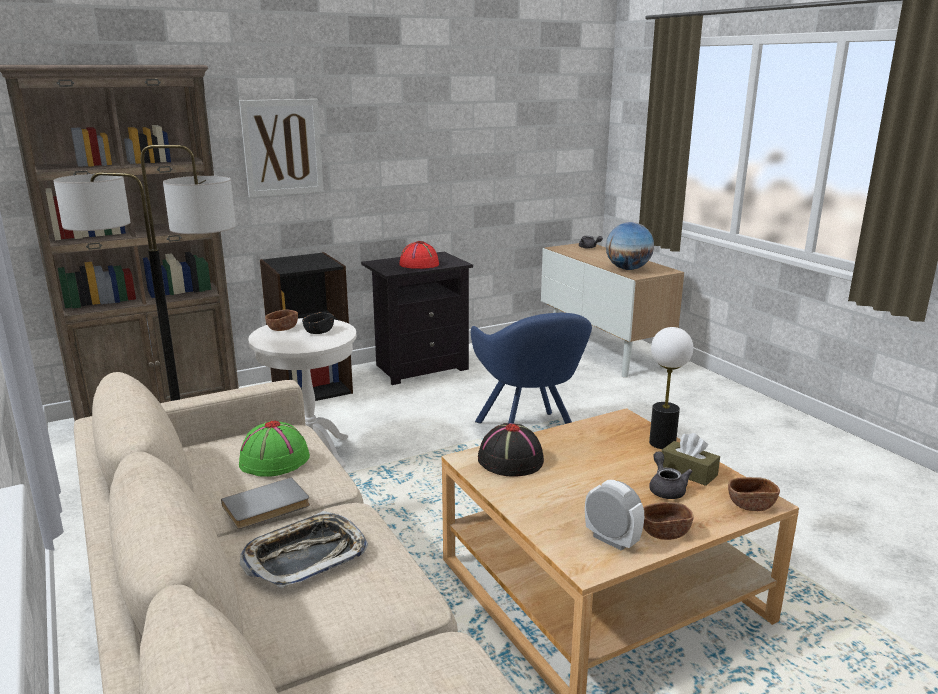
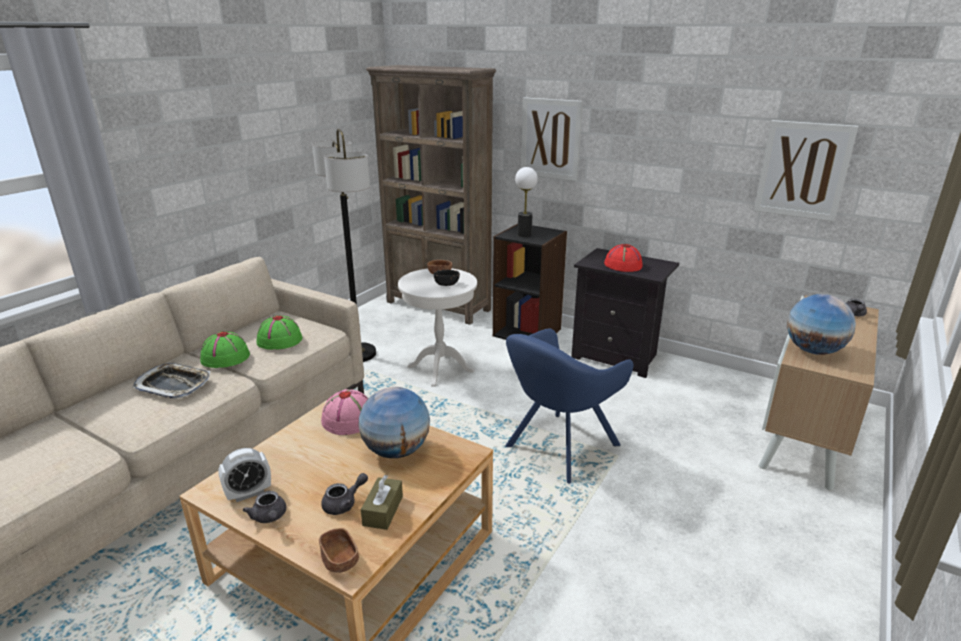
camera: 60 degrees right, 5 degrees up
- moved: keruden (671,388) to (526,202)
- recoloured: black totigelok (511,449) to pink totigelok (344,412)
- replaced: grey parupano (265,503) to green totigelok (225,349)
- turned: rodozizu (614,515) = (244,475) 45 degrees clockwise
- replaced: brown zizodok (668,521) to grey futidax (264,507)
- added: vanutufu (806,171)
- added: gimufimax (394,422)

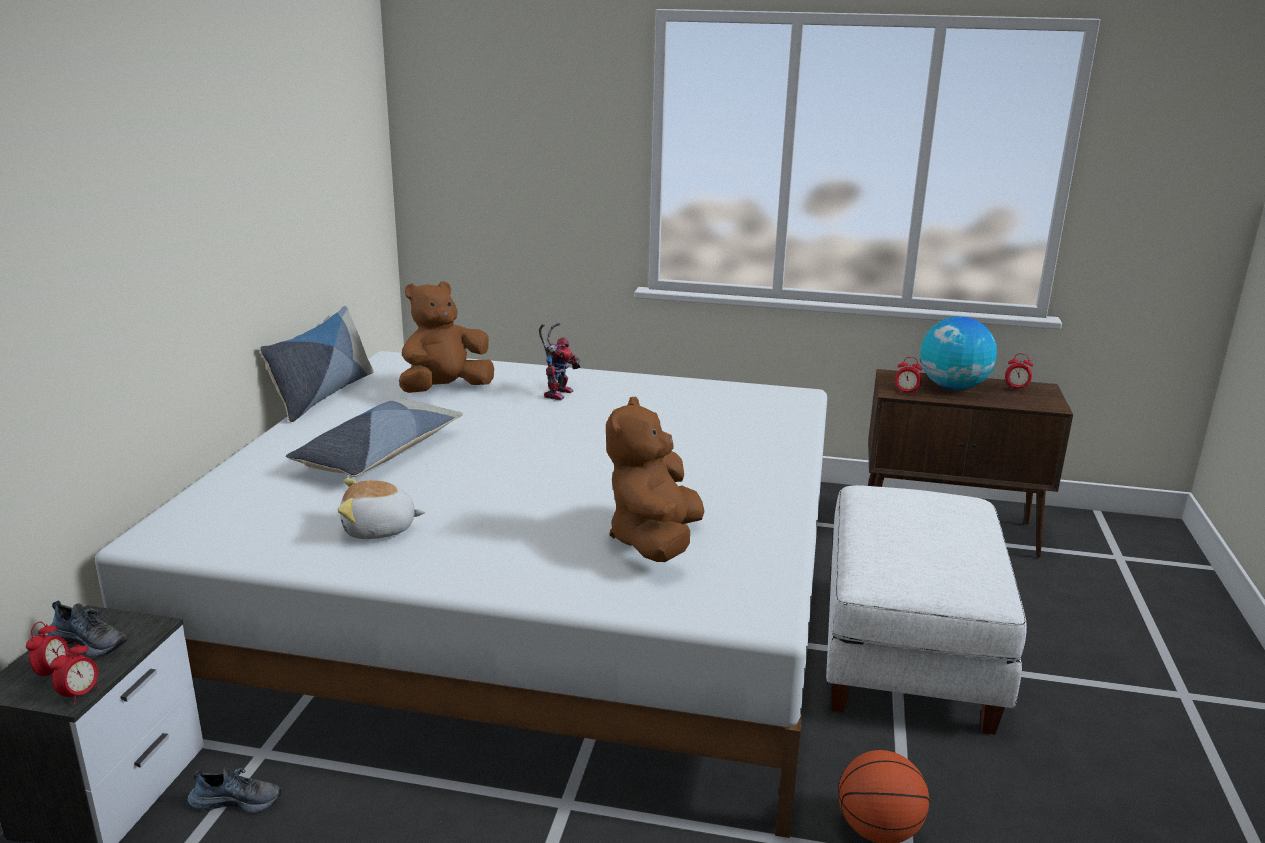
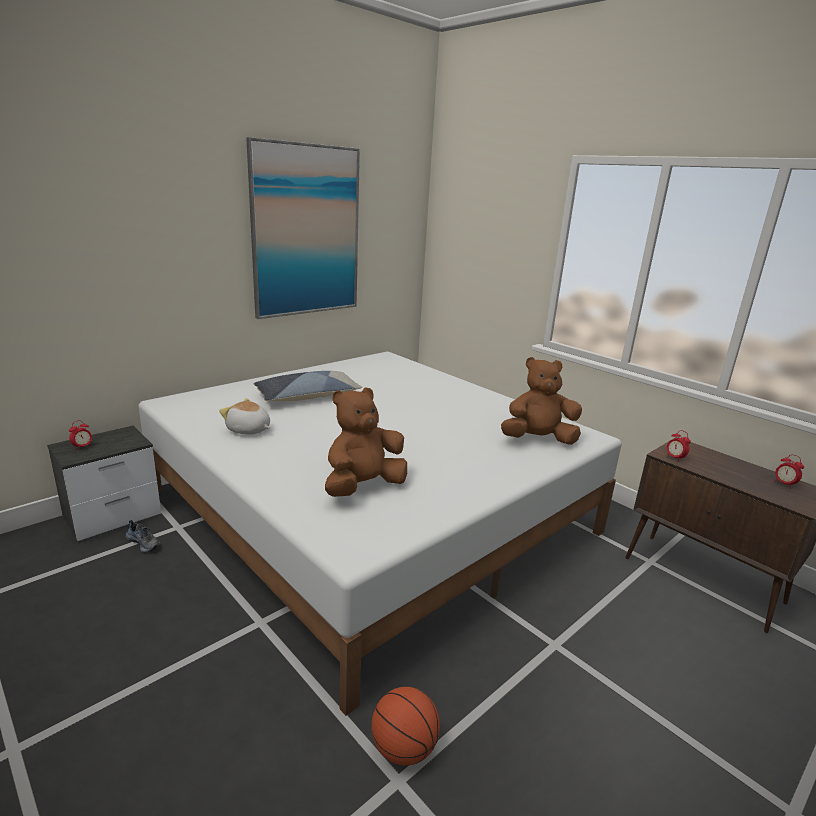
camera: 35 degrees right, 0 degrees up
- moved: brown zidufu (446,337) to (541,401)
- removed: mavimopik (317,364)
- removed: gimufimax (958,353)
- removed: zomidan (560,362)
- removed: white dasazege (926,610)
- removed: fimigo (87,629)
- removed: rodozizu (74,672)
- added: vanutufu (303,228)

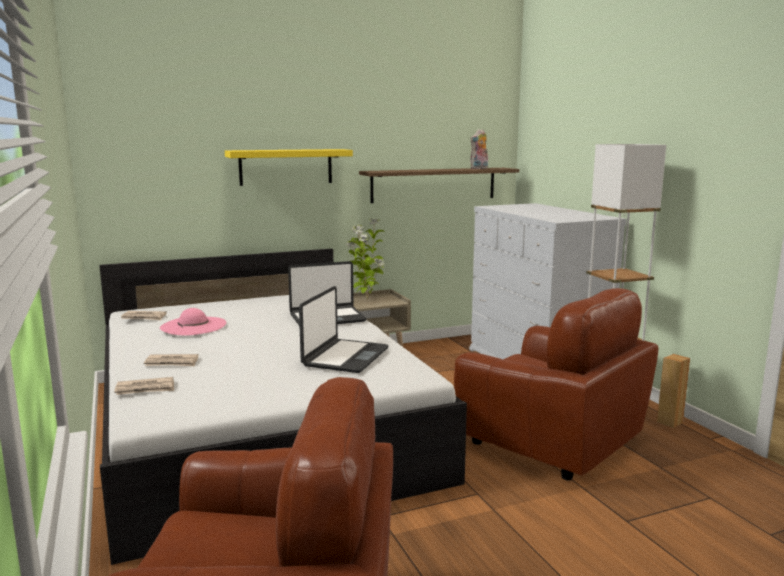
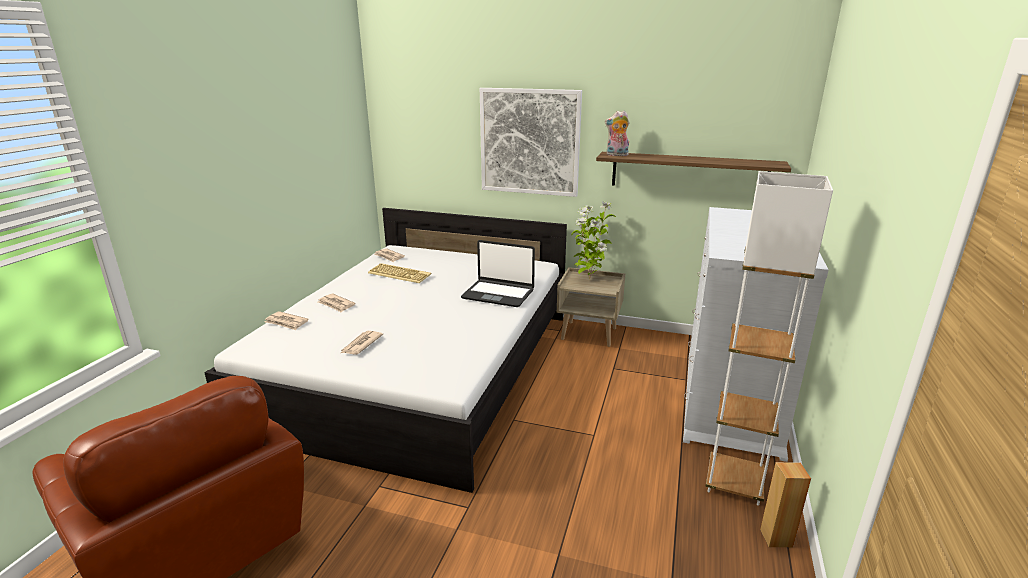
camera: 40 degrees right, 10 degrees up
- moved: zidufu (479,149) to (617,133)
- replaced: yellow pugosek (289,167) to vanutufu (531,142)
- removed: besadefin (343,329)
- removed: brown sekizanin (556,384)
- replaced: pink totigelok (193,322) to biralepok (399,273)
- added: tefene (362,343)

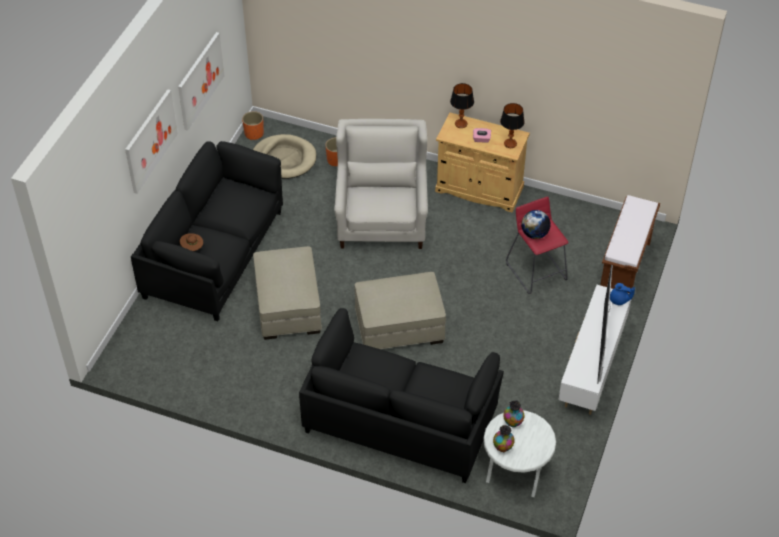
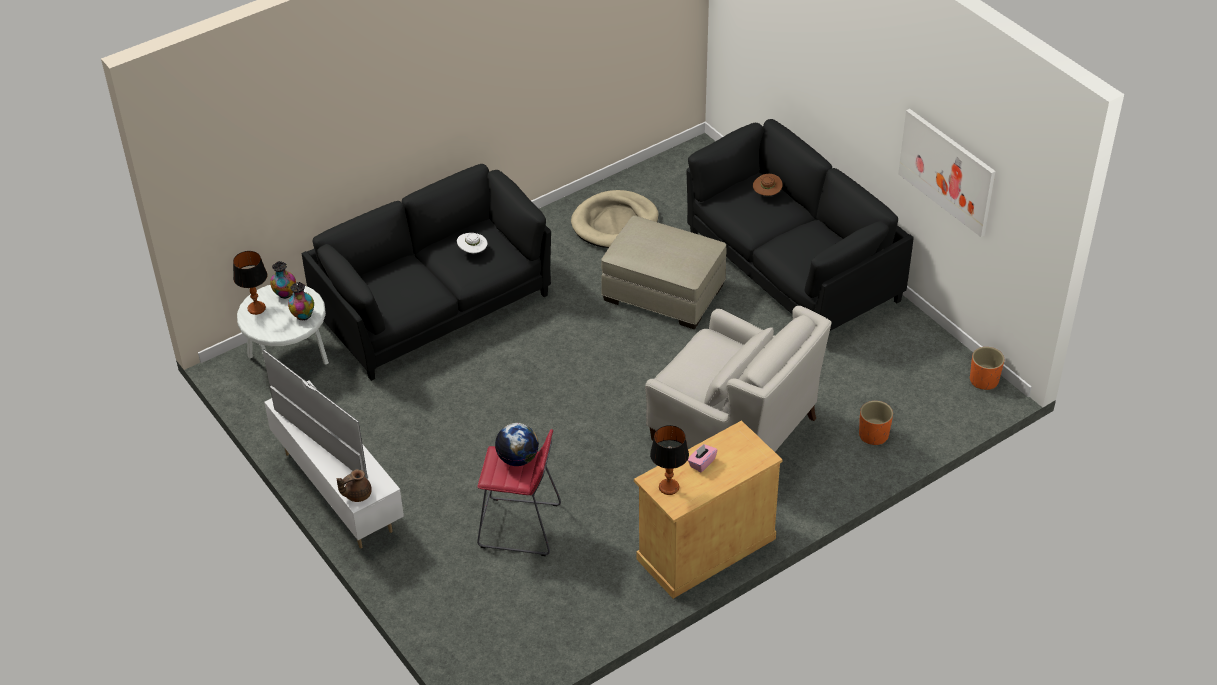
camera: 125 degrees right, 5 degrees down
- moved: keruden (462,105) to (250,283)
- removed: vanutufu (151,141)
- moved: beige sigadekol (284,156) to (615,219)
- removed: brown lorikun (630,244)
- removed: beige dasazege (400,310)
- recoloured: blue futidax (622,294) to brown futidax (354,485)
- added: white totigelok (472,243)

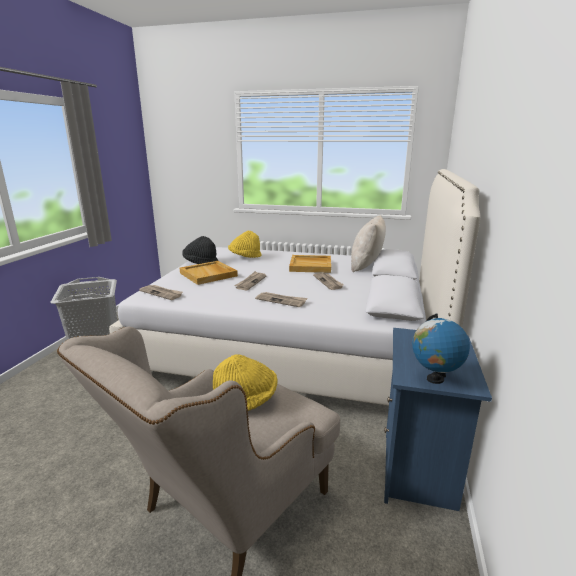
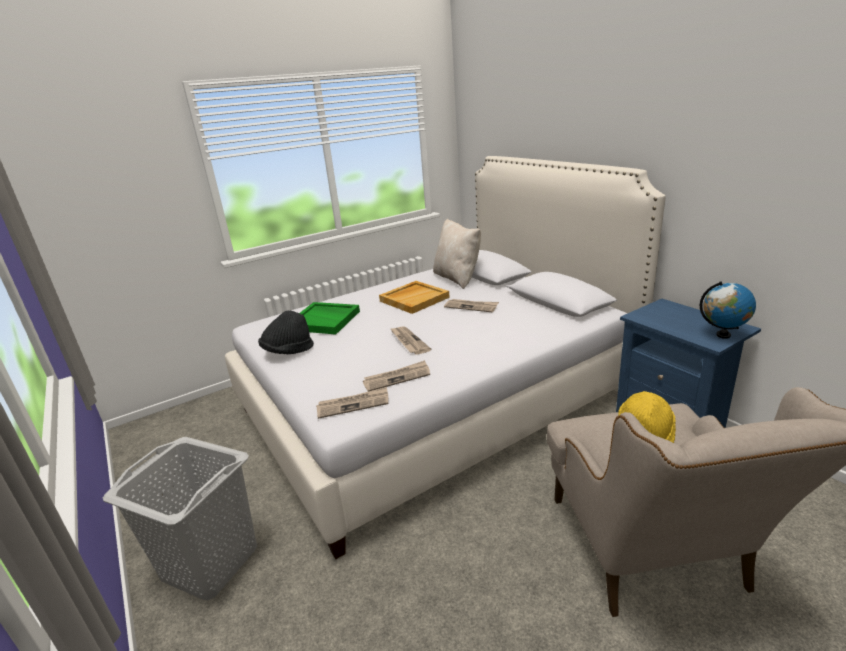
camera: 45 degrees left, 5 degrees up
- replaced: yellow totigelok (245,244) to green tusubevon (330,318)
- removed: beige tusubevon (209,273)
- moved: tefene (281,299) to (396,376)

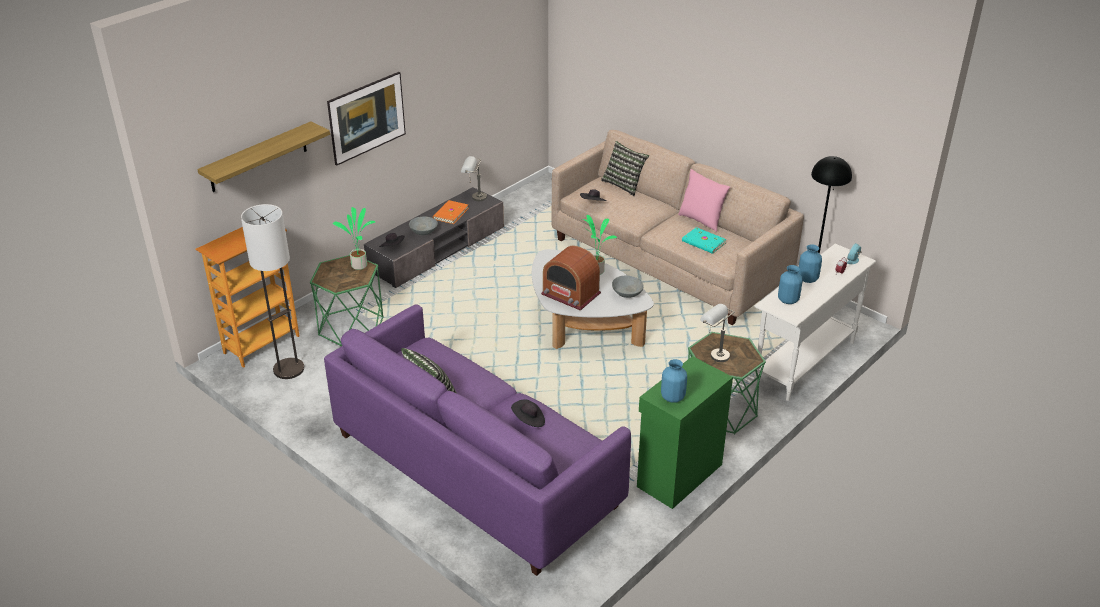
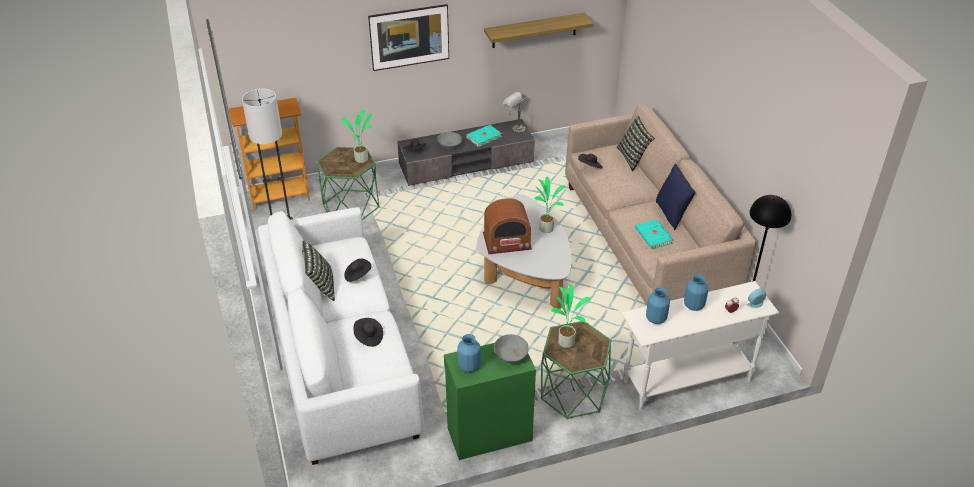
camera: 30 degrees right, 5 degrees up
- moved: pugosek (263,156) to (538,30)
- recoloured: pink mavimopik (704,200) to blue mavimopik (676,197)
- recoloured: orange parupano (451,212) to turquoise parupano (484,136)
- turned: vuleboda (571,278) = (507,226) 75 degrees counterclockwise
- moved: grey zizodok (628,286) to (511,348)
- recoloured: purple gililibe (477,440) to white gililibe (341,336)
- replaced: grey keruden (717,333) to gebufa (571,316)
- added: black totigelok (357,270)

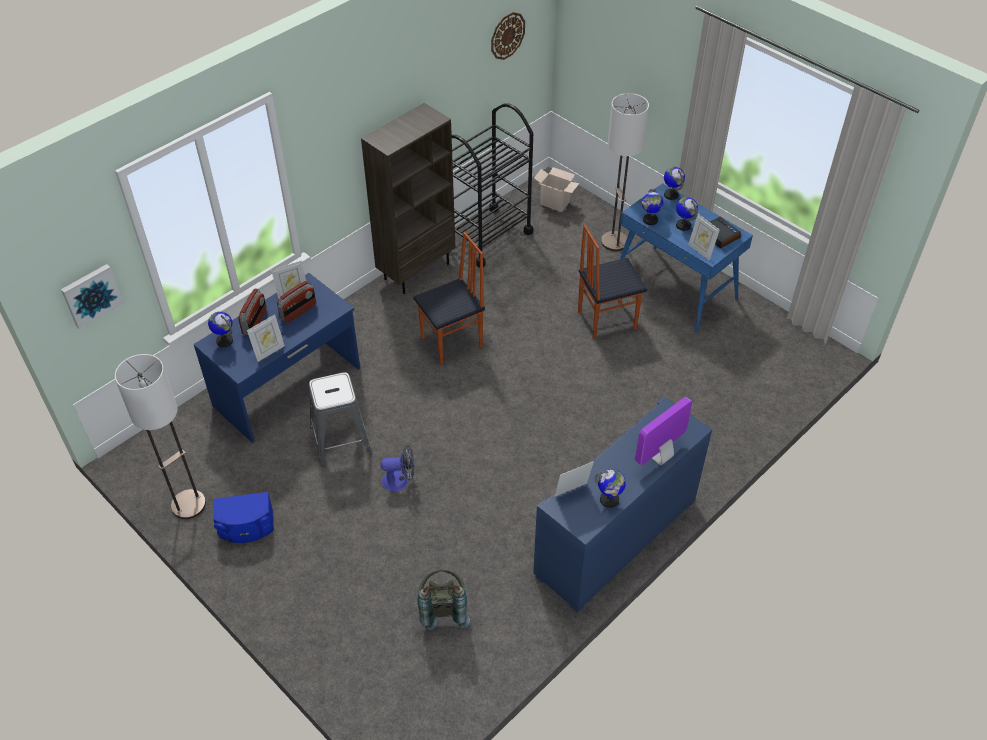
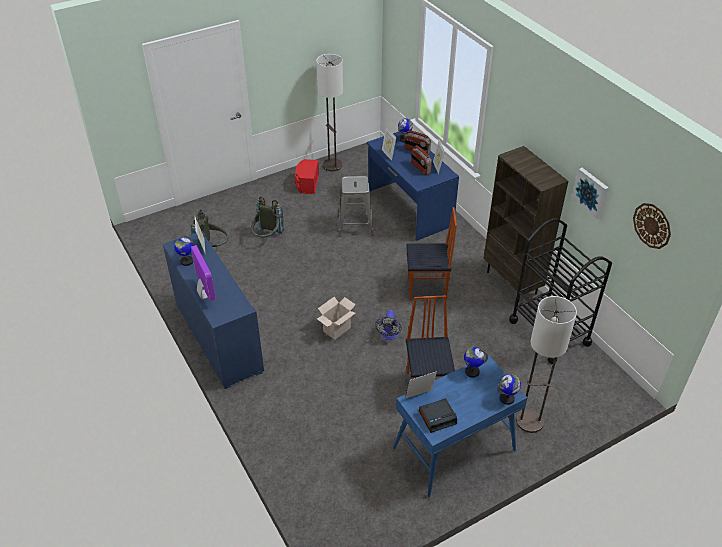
camera: 105 degrees right, 5 degrees down
- moved: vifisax (556,189) to (336,318)
- removed: gimufimax (687,214)
- turned: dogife (449,298) = (431,254) 75 degrees counterclockwise
- moved: vanutufu (92,296) to (590,193)
- moved: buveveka (397,468) to (388,325)
- recoloured: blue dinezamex (243,517) to red dinezamex (307,176)
- added: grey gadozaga (267,217)

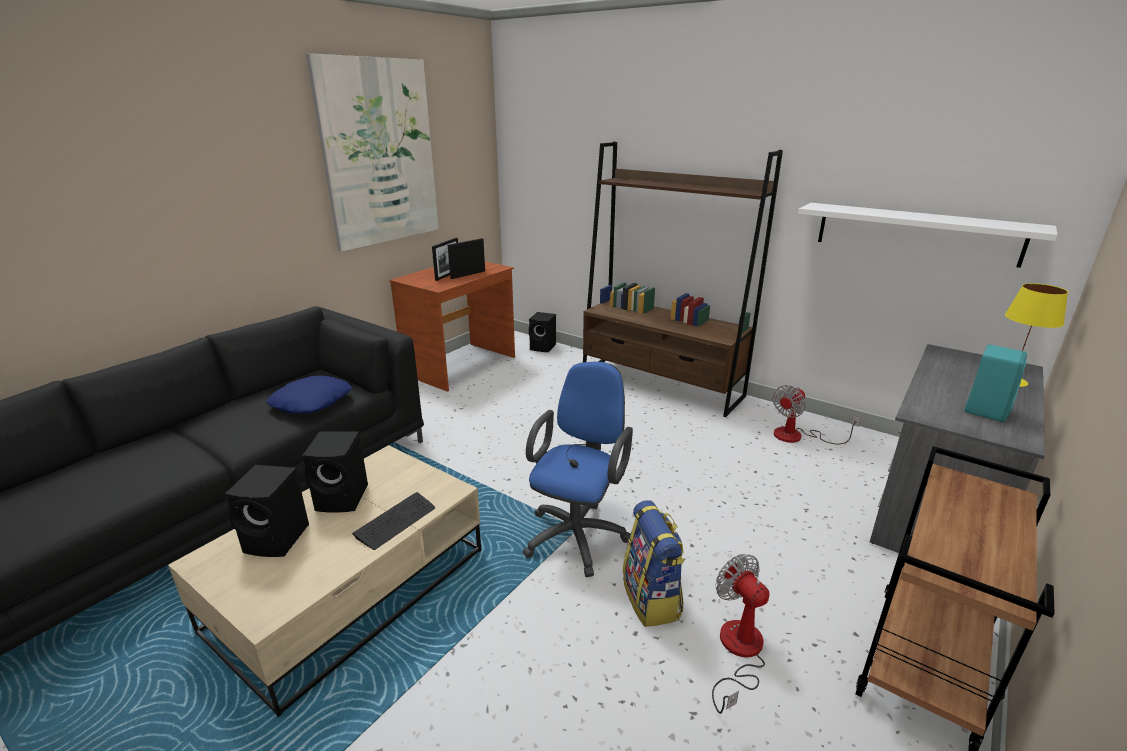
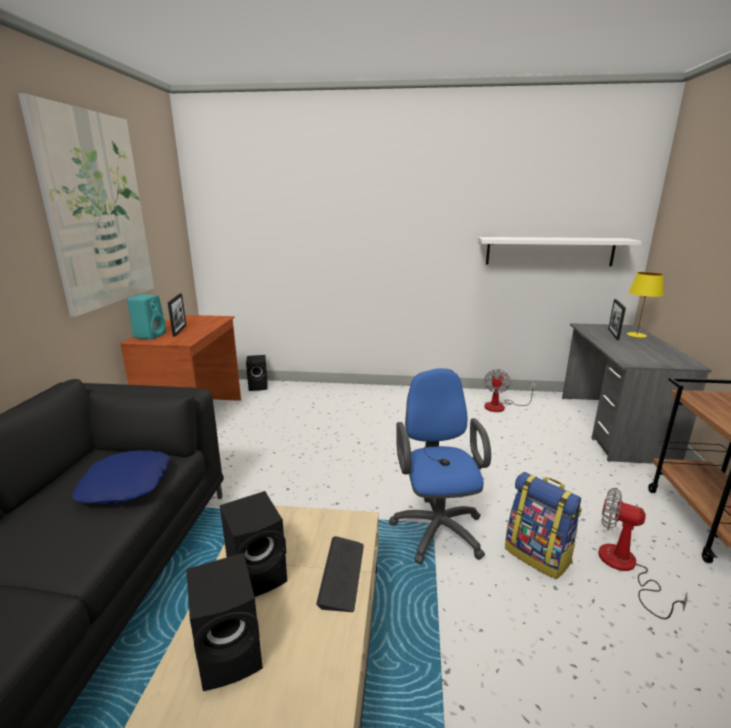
camera: 30 degrees left, 5 degrees down
- removed: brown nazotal (683,279)
- moved: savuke (466,258) to (617,319)
- moved: turquoise dinezamex (995,383) to (146,317)

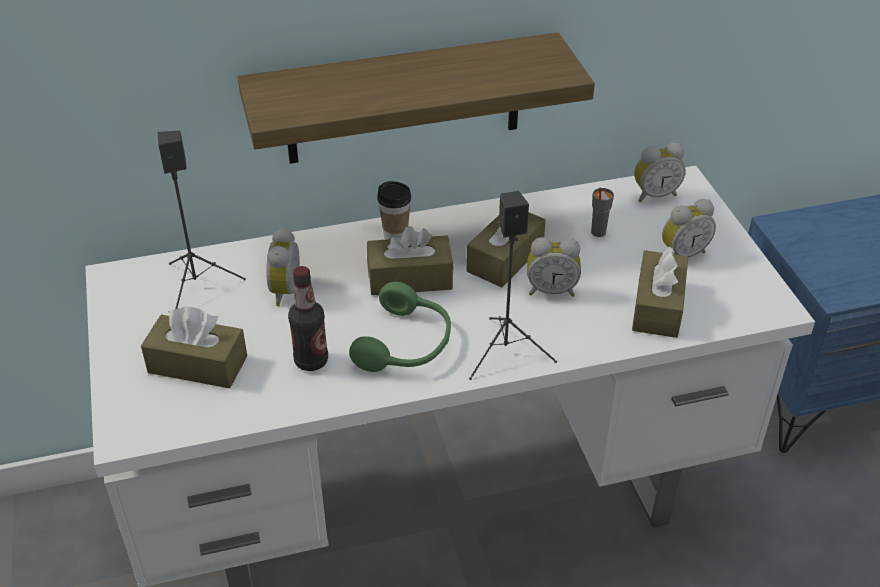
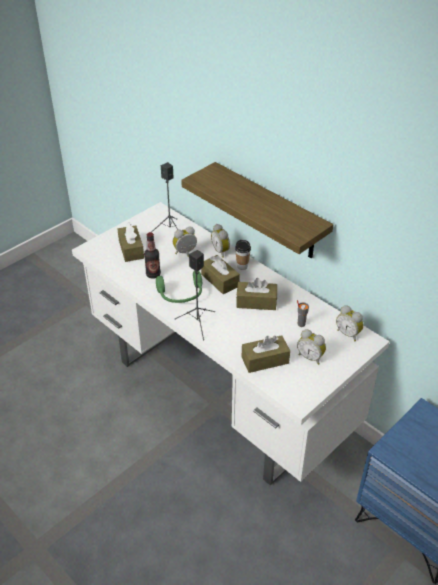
camera: 60 degrees right, 0 degrees up
- moved: rodozizu (554,267) to (220,241)

